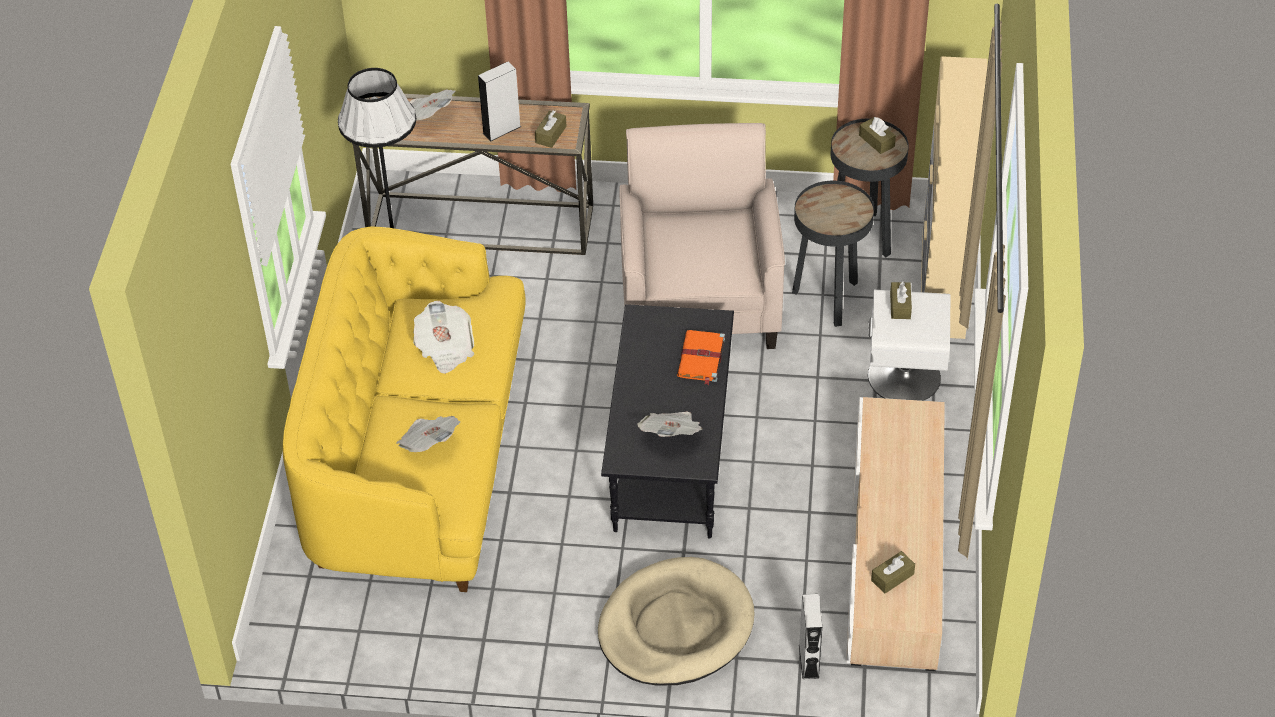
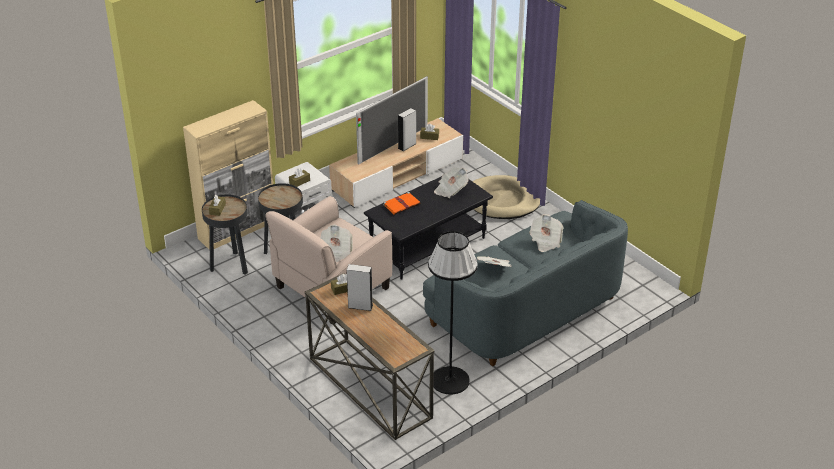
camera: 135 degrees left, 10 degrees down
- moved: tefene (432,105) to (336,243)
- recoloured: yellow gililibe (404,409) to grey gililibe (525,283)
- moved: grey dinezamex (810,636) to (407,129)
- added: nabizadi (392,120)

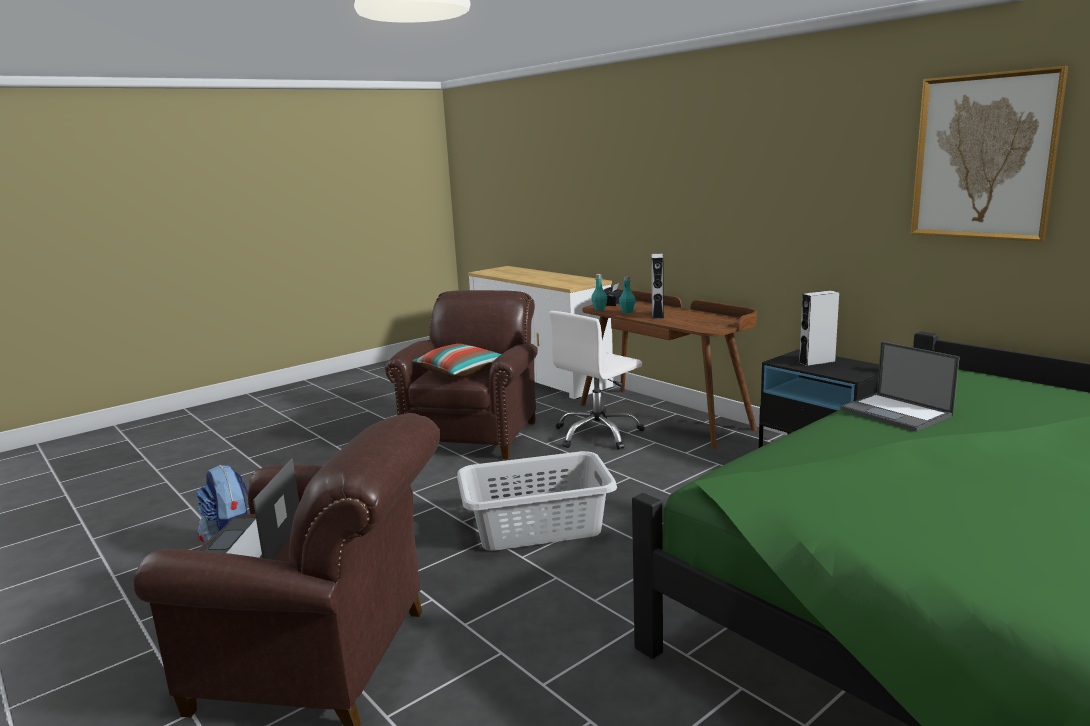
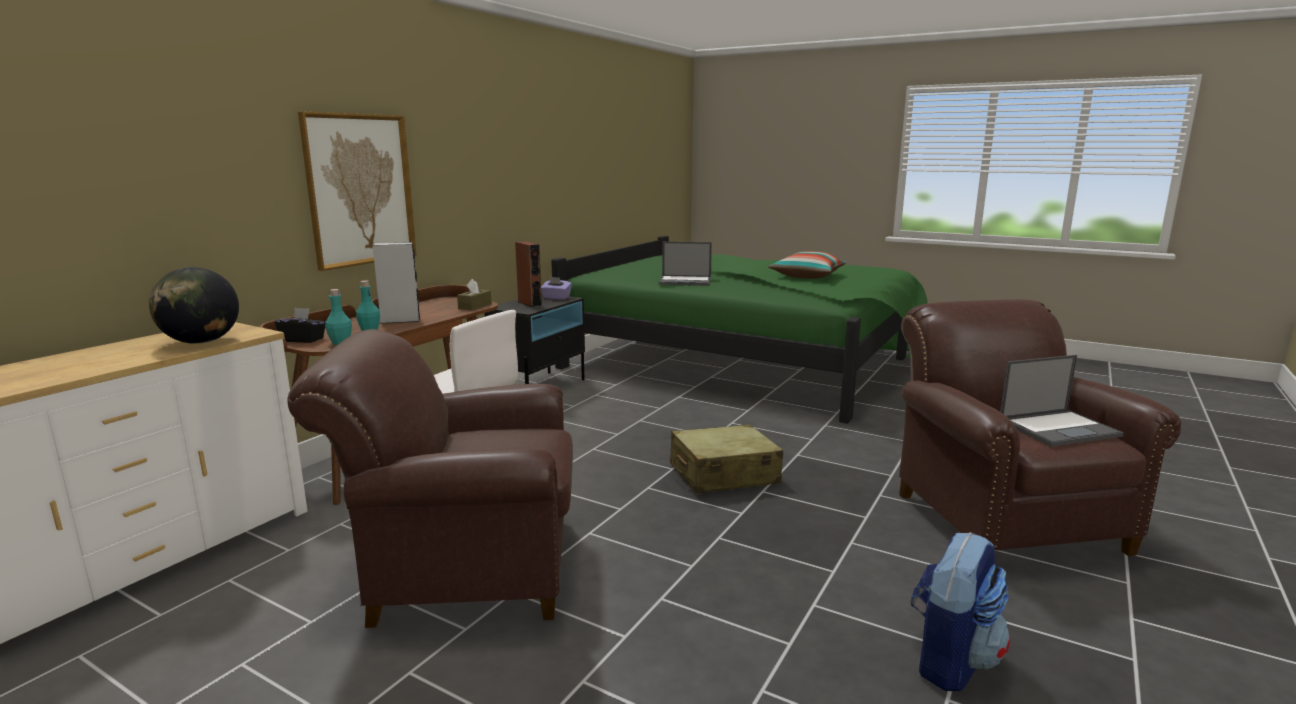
camera: 110 degrees left, 0 degrees up
- moved: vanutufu (989,154) to (357,191)
- recoloured: grey dinezamex (819,328) to brown dinezamex (528,274)
- turned: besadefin (900,386) = (685,264) 60 degrees clockwise
- moved: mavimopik (456,361) to (807,265)
- replaced: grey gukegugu (537,501) to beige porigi (726,459)
- added: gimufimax (194,305)
- added: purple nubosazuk (556,288)
- added: brown nubosazuk (474,294)

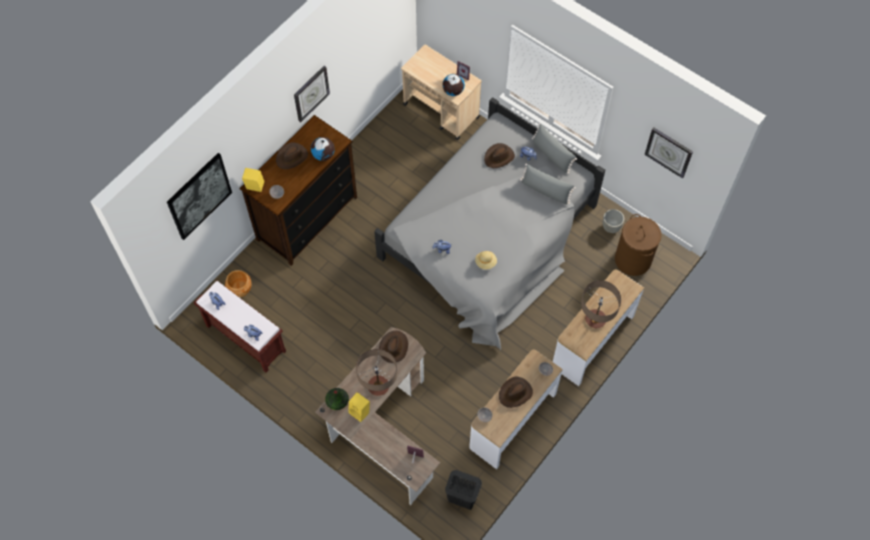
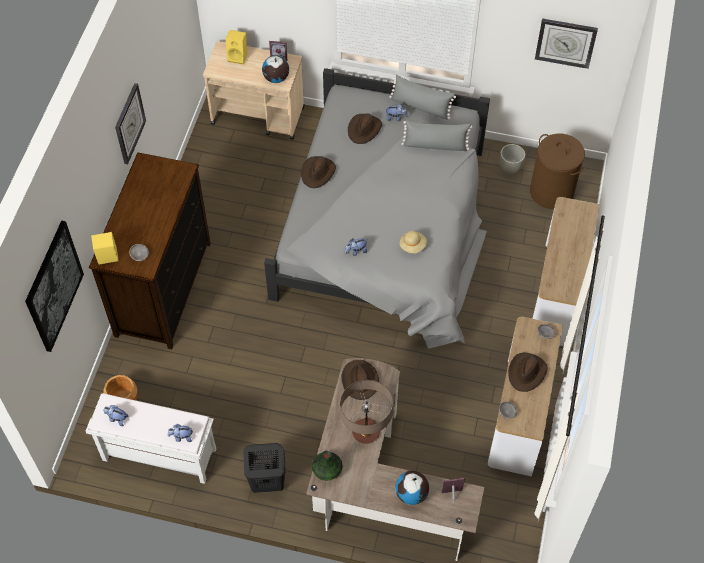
camera: 25 degrees left, 5 degrees down
- moved: gimufimax (323,149) to (412,488)
- moved: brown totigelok (292,155) to (318,172)
- removed: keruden (601,304)
- recoloured: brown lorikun (240,326) to white lorikun (151,438)
- moved: yellow dinezamex (359,407) to (236,47)
- moved: black gukegugu (463,490) to (264,468)

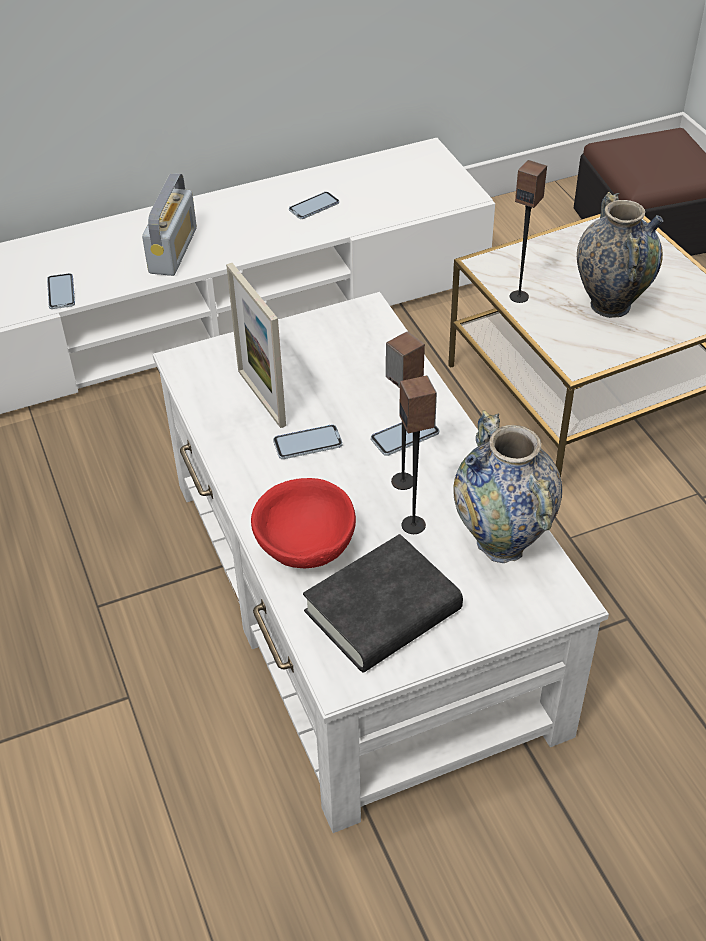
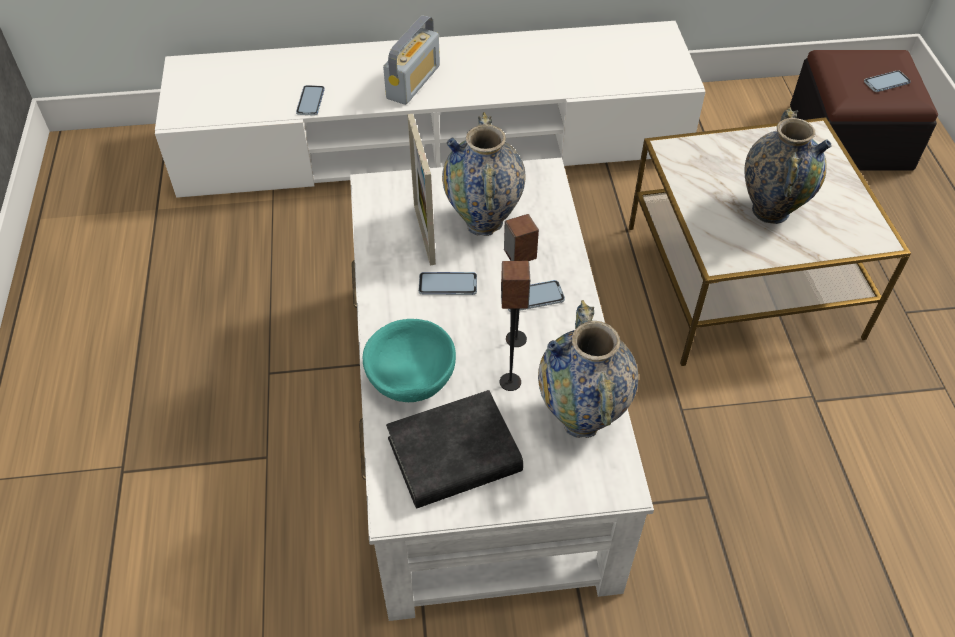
camera: 15 degrees right, 5 degrees up
- removed: dinezamex (528,231)
- moved: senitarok (314,205) to (887,81)
- recoloured: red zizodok (303,523) to turquoise zizodok (409,360)
- added: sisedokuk (484,174)

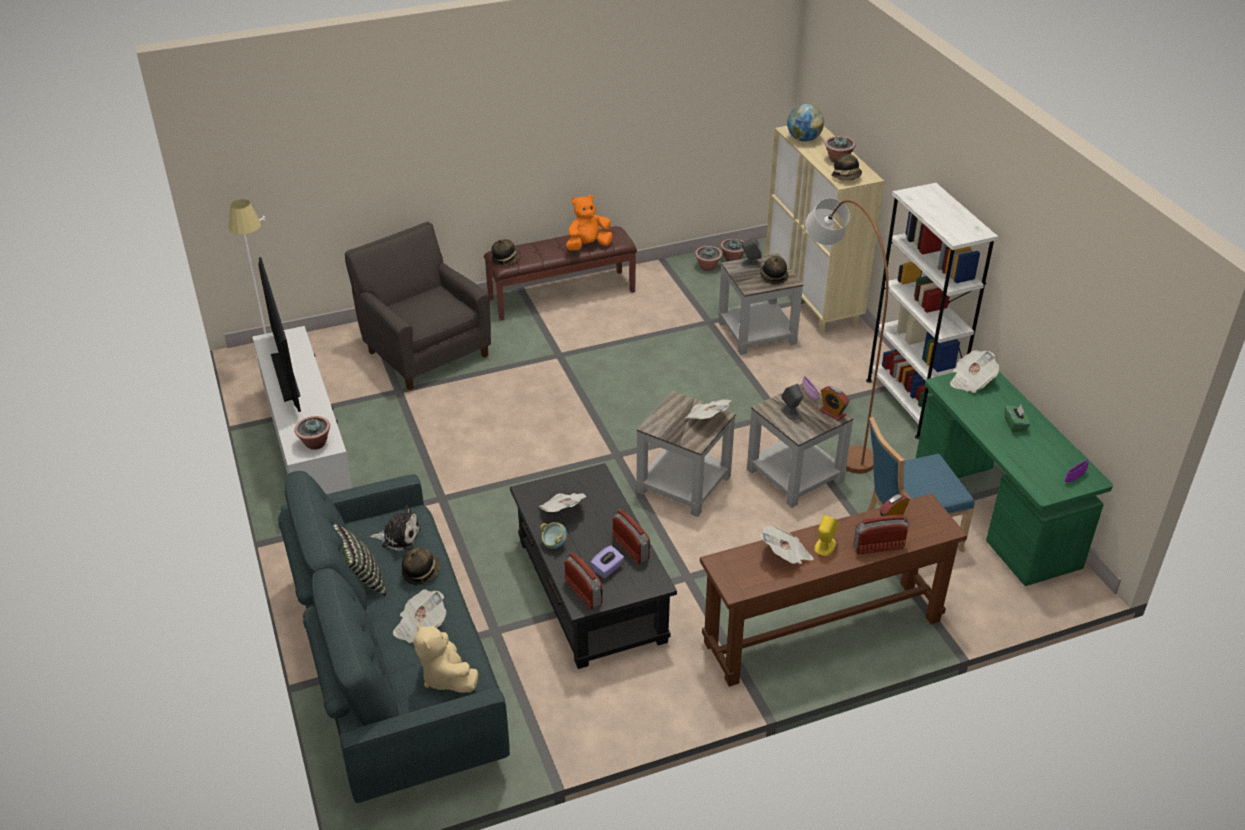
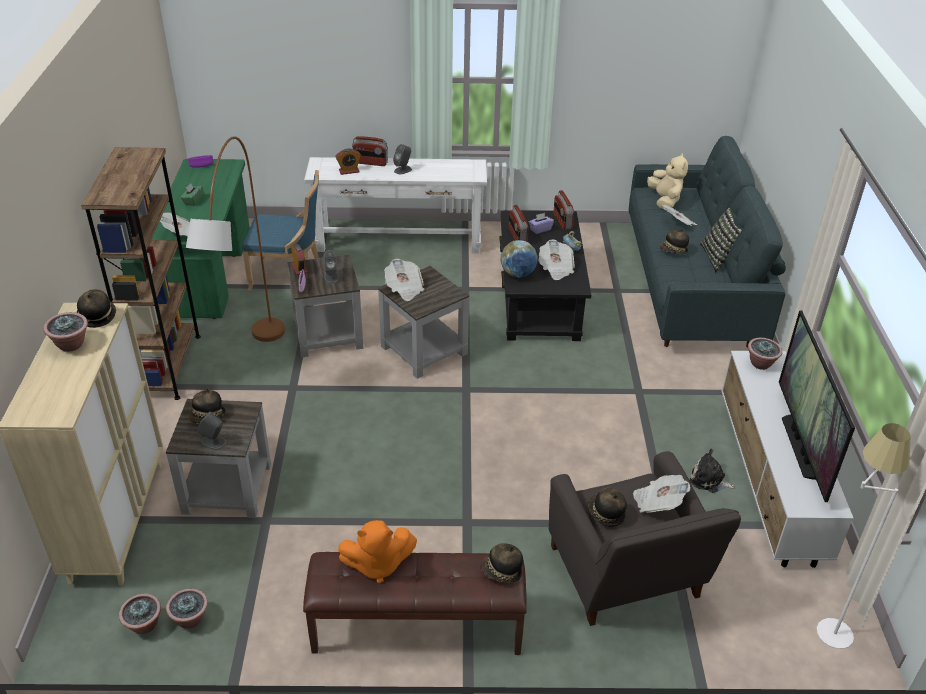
camera: 160 degrees left, 0 degrees up
- moved: gimufimax (805,123) to (519,258)
- recoloured: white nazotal (932,311) to brown nazotal (141,273)
- recoloured: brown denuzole (833,590) to white denuzole (395,205)
- moved: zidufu (395,528) to (712,471)
- recoloured: yellow dinezamex (826,535) to grey dinezamex (402,159)
- moved: tefene (787,544) to (661,494)
- added: totigelok (607,507)

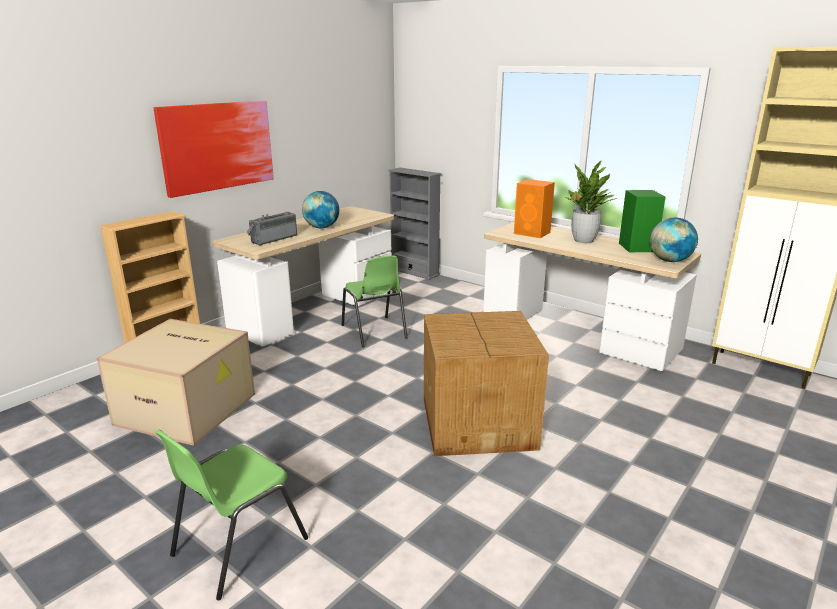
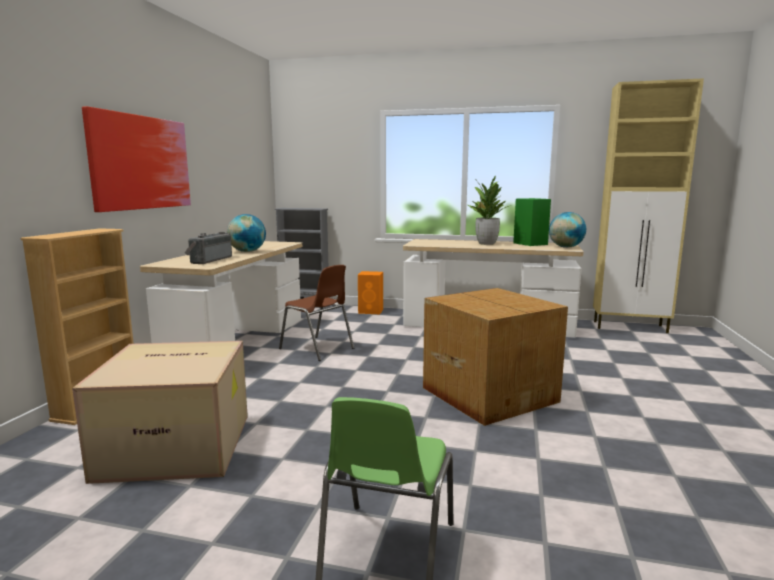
camera: 25 degrees left, 10 degrees down
- moved: orange dinezamex (534,208) to (370,292)
- recoloured: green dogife (375,301) to brown dogife (316,313)

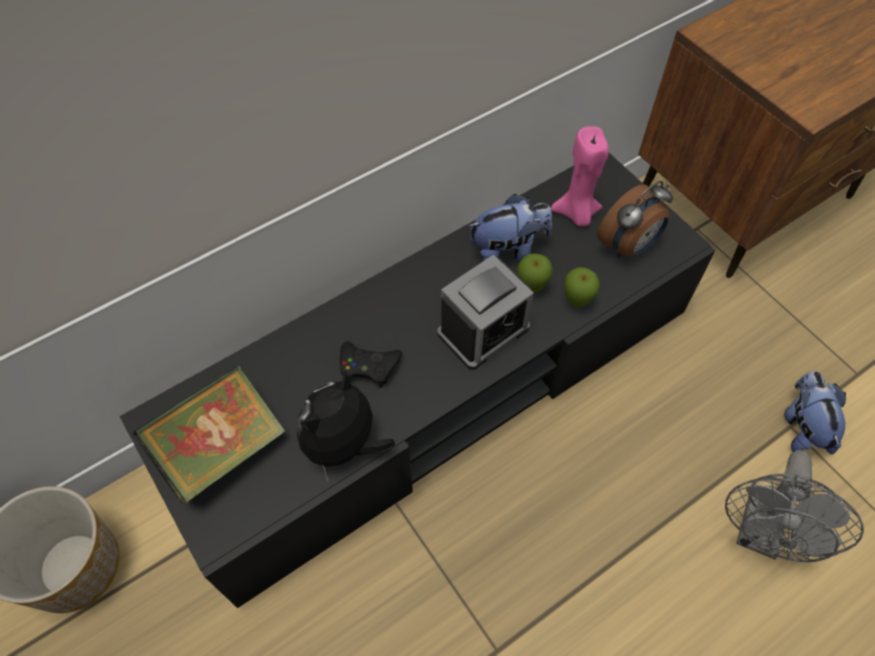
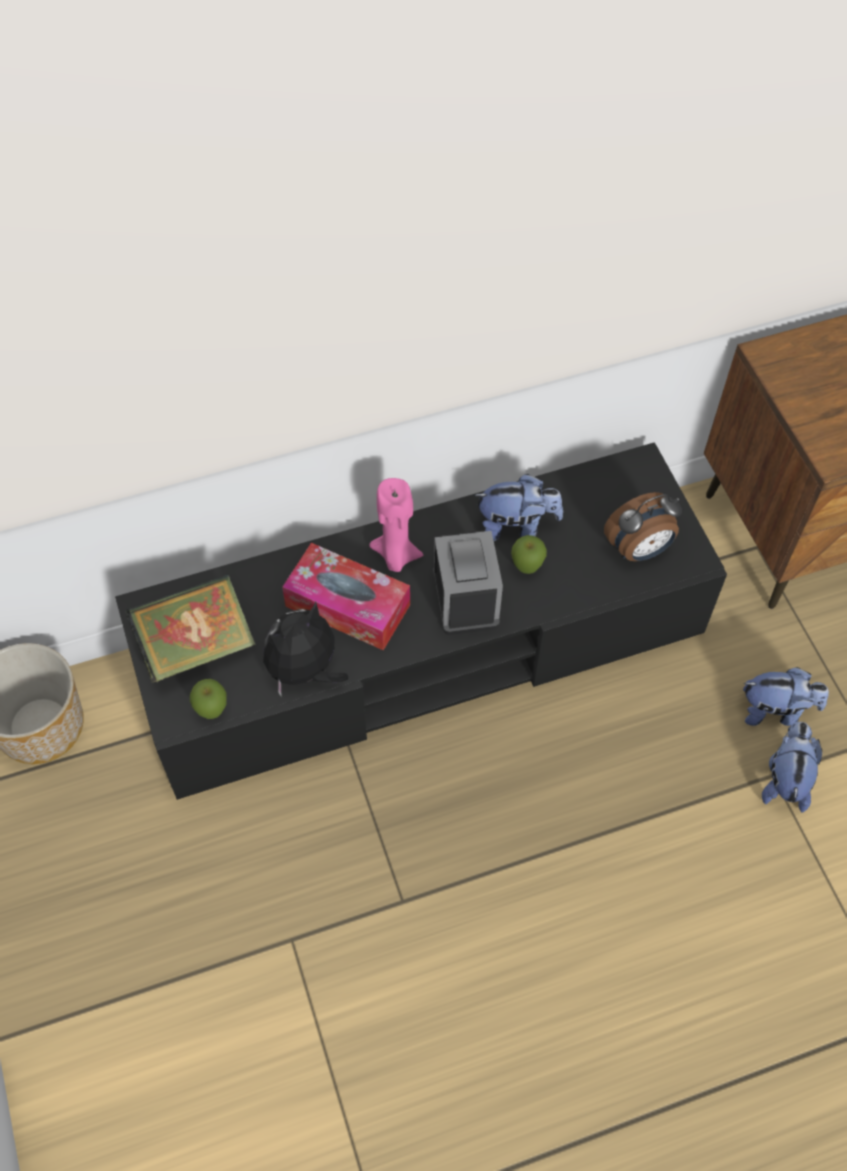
camera: 15 degrees right, 0 degrees up
- moved: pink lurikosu (580,176) to (396,525)
- turned: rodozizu (485,312) = (468,582) 75 degrees counterclockwise
- moved: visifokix (582,287) to (208,699)
- replaced: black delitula (371,364) to nubosazuk (346,596)
- removed: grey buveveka (794,506)
- added: zidufu (786,696)

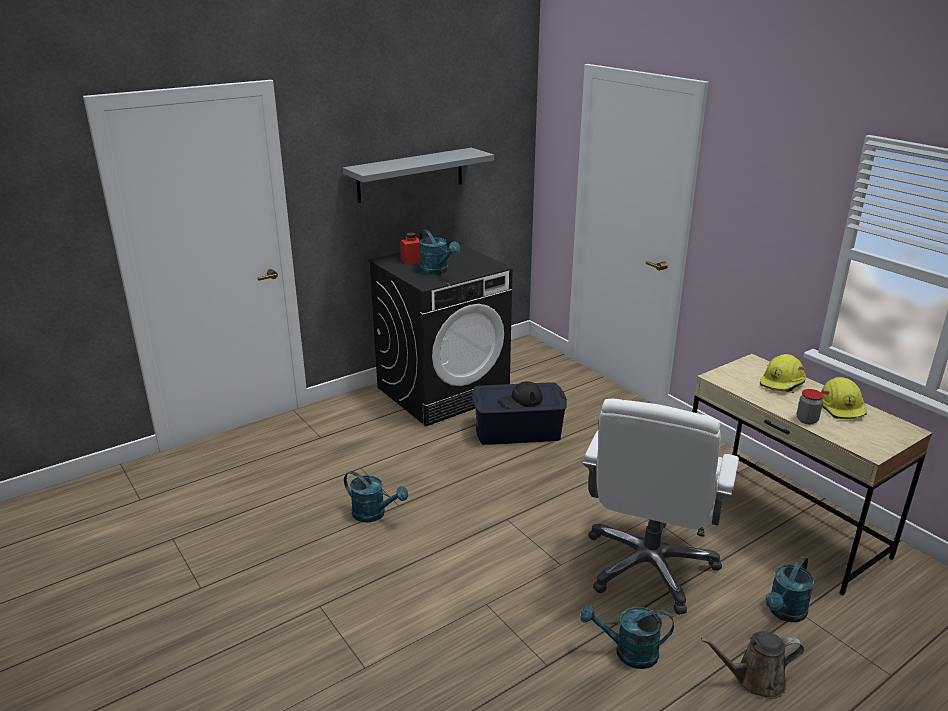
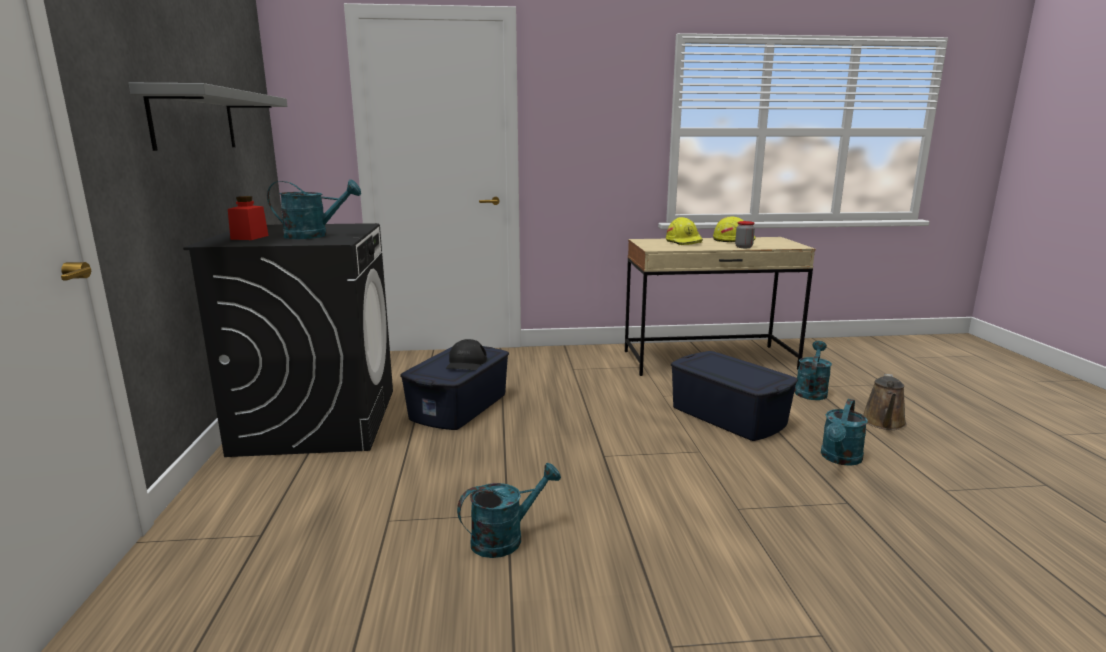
camera: 60 degrees left, 10 degrees down
- replaced: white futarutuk (661,507) to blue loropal (734,396)
- turned: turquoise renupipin (789,589) = (813,370) 135 degrees counterclockwise

